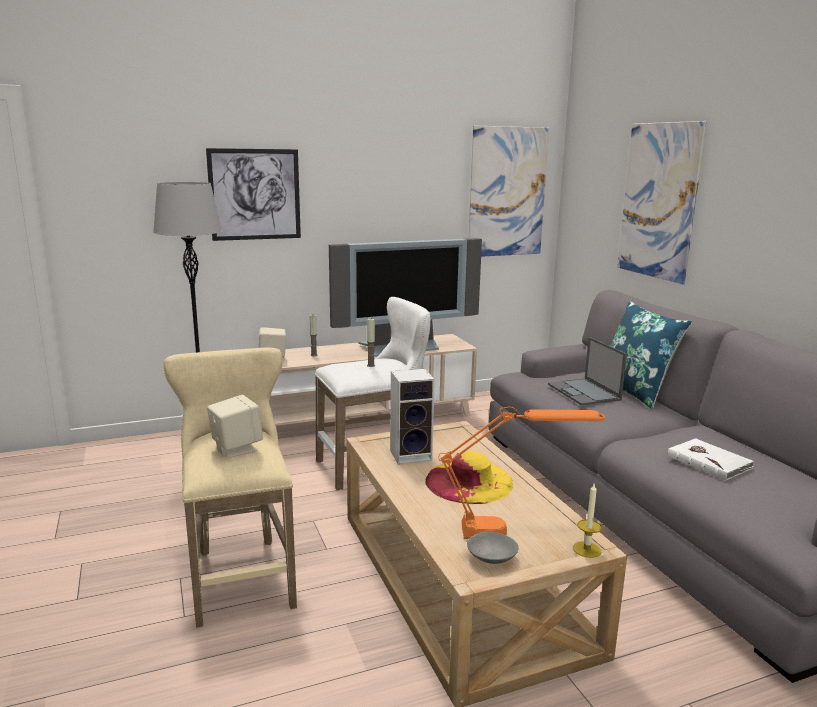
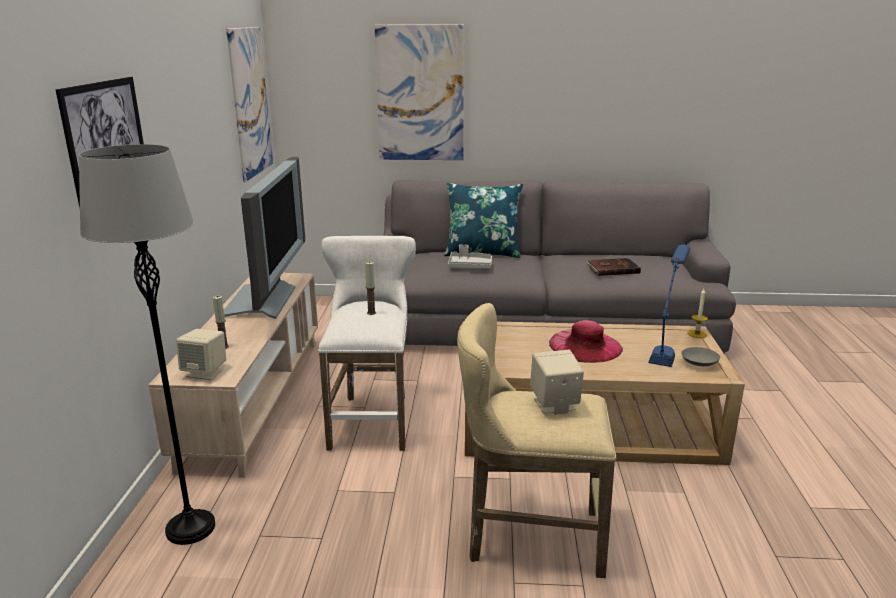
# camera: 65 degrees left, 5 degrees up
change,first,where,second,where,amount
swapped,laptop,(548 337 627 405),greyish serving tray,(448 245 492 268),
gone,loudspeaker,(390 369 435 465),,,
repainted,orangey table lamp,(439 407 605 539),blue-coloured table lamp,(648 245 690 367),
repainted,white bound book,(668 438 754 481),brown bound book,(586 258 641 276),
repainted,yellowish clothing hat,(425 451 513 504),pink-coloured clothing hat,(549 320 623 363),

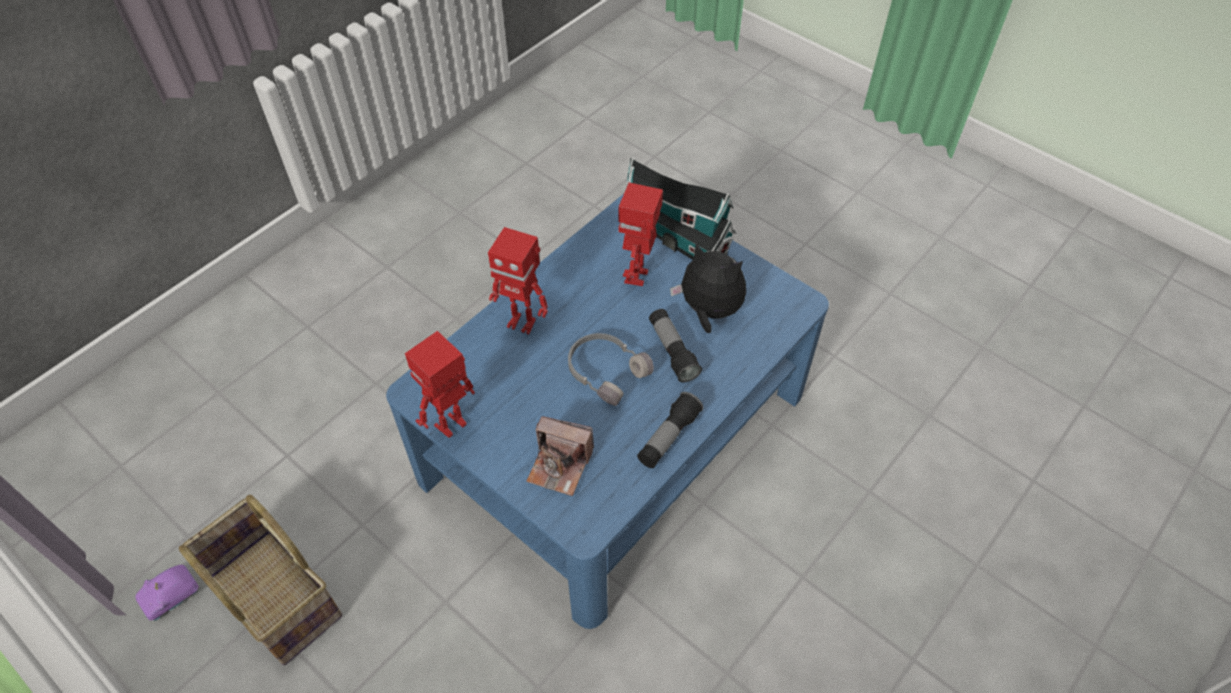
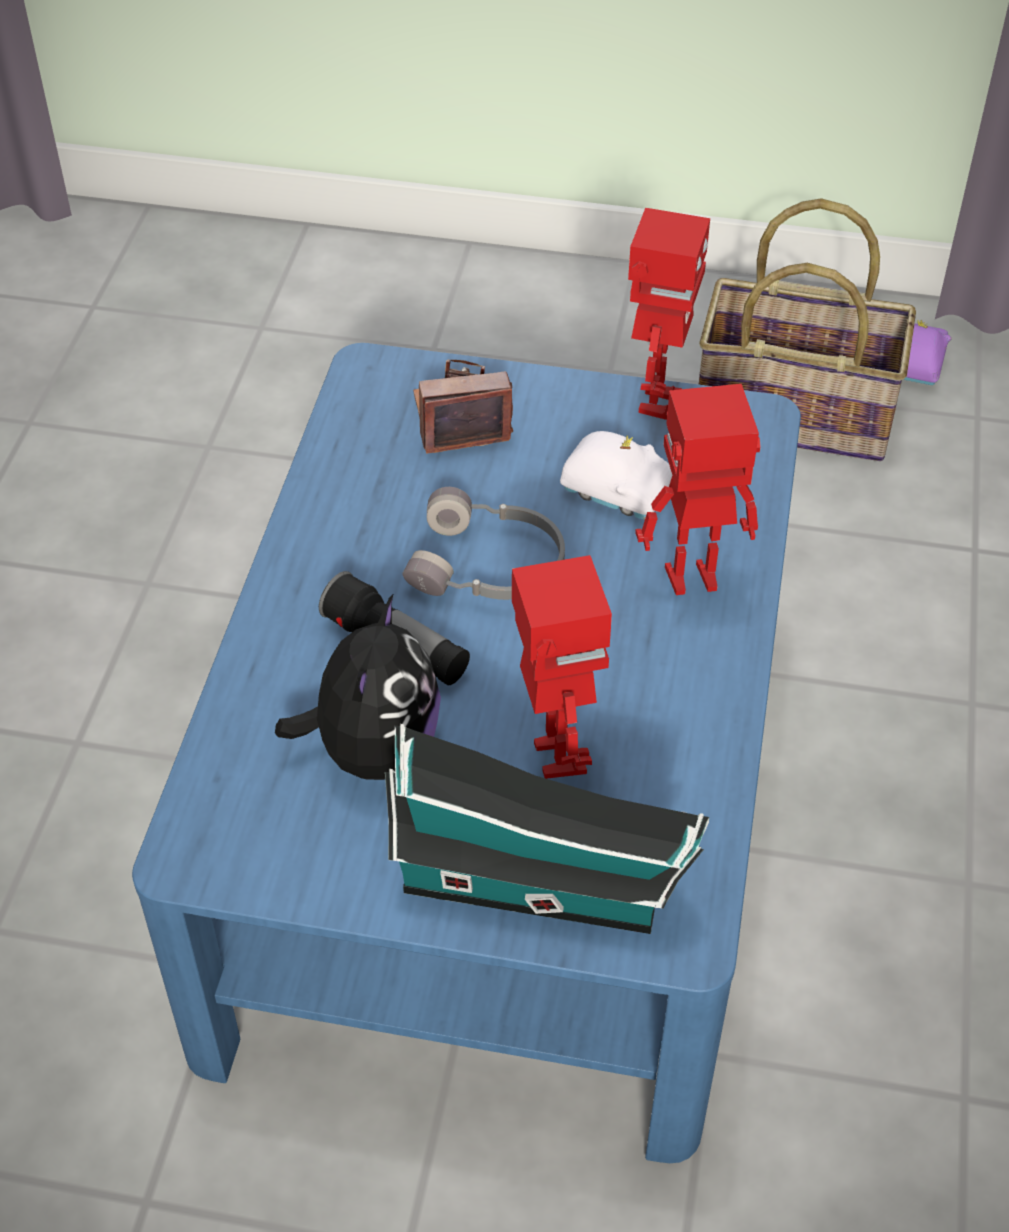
# camera: 150 degrees right, 5 degrees down
change,first,where,second,where,amount
rotated,soft toy,(670 243 746 333),,(275 594 441 780),75 degrees counterclockwise
gone,torch,(637 392 703 468),,,
new,,,white toy car,(560 431 672 520),

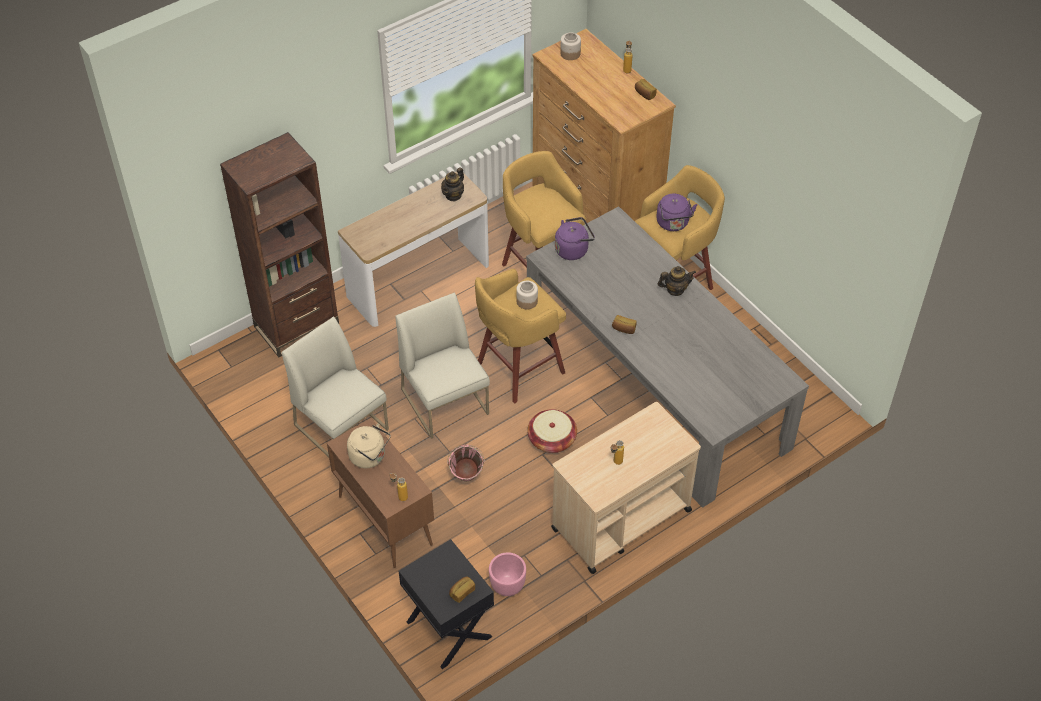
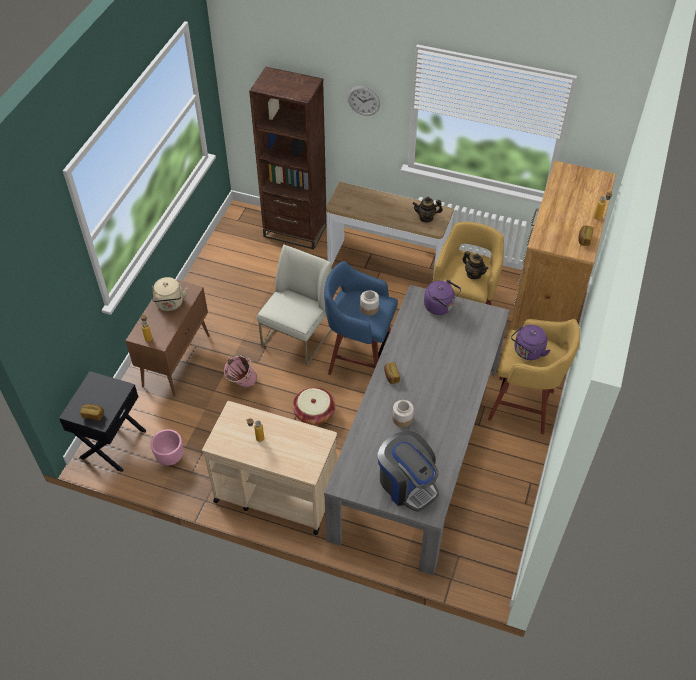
# camera: 55 degrees right, 0 degrees up
change,first,where,second,where,amount
shifted,storage jar,(560 32 581 60),,(392 400 414 427),
shifted,teapot,(658 266 696 296),,(462 251 489 279),
repainted,yellowish sitting stool,(475 269 566 404),blue-coloured sitting stool,(324 261 398 375),
gone,white chair,(282 316 389 457),,,
new,,,hanging clock,(347 86 380 116),
new,,,coffee maker,(378 431 439 512),

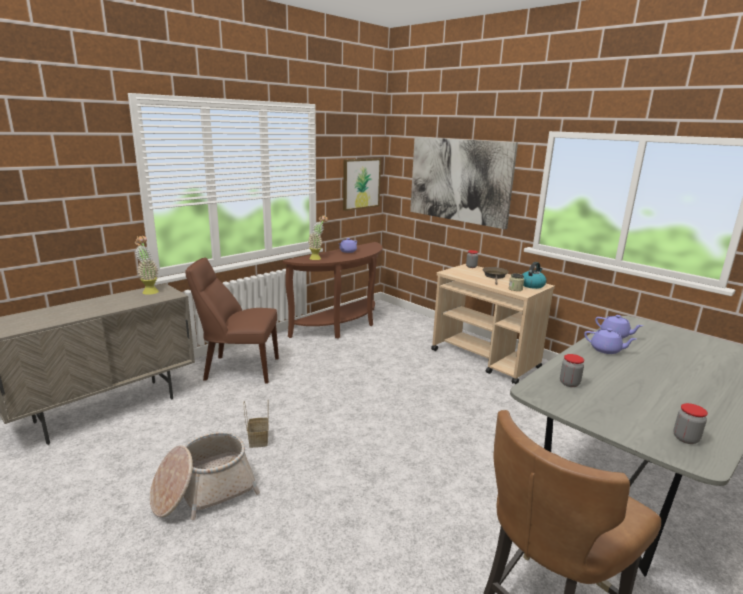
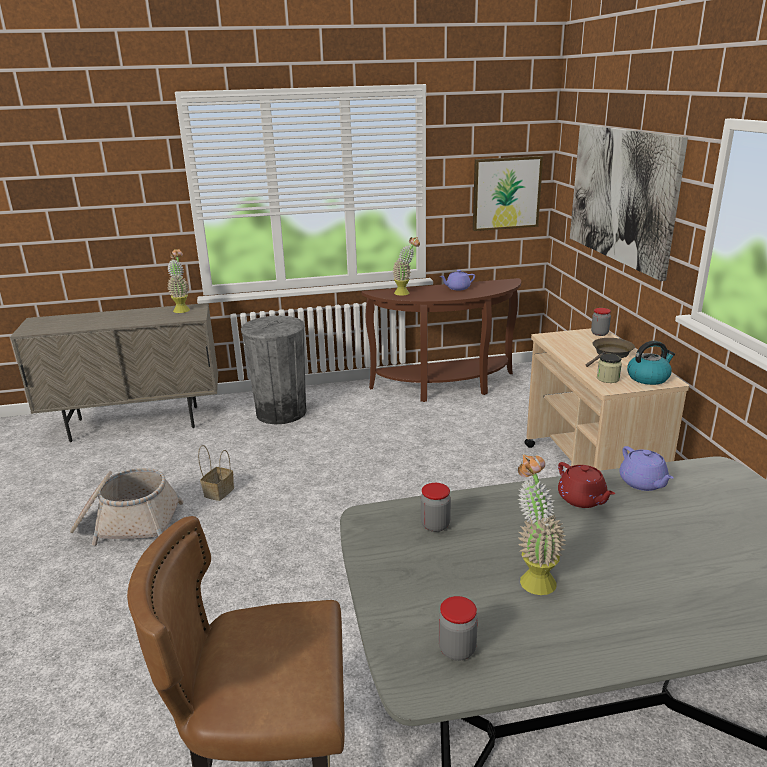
# camera: 35 degrees right, 5 degrees up
change,first,where,second,where,amount
swapped,brown chair,(185 258 279 384),greyish waste bin,(241 316 306 424),
repainted,purple-coloured teapot,(584 328 636 354),red teapot,(558 462 615 508),
new,,,houseplant,(518 454 566 595),

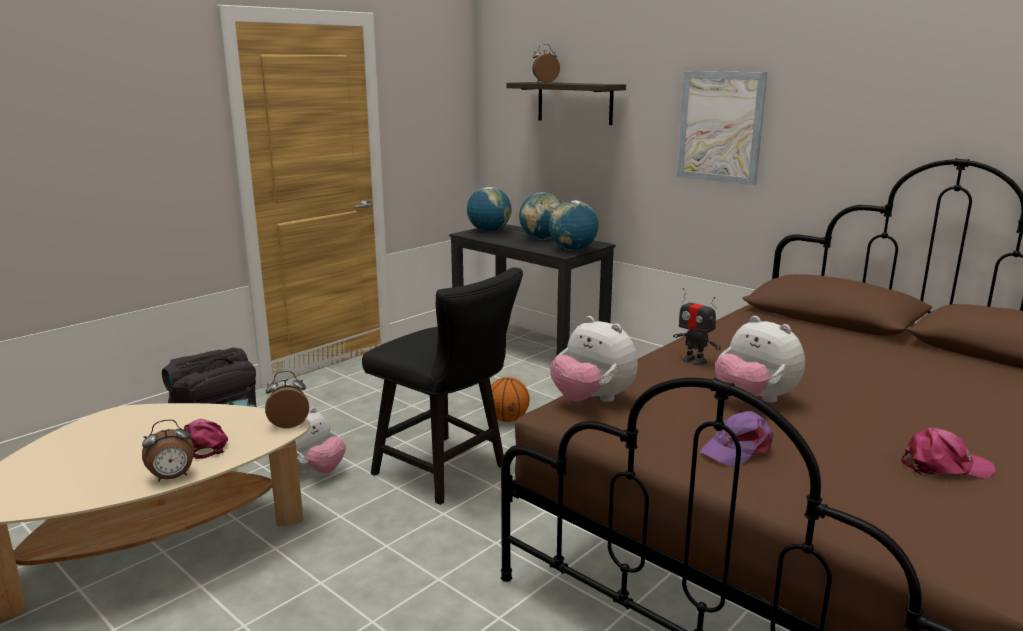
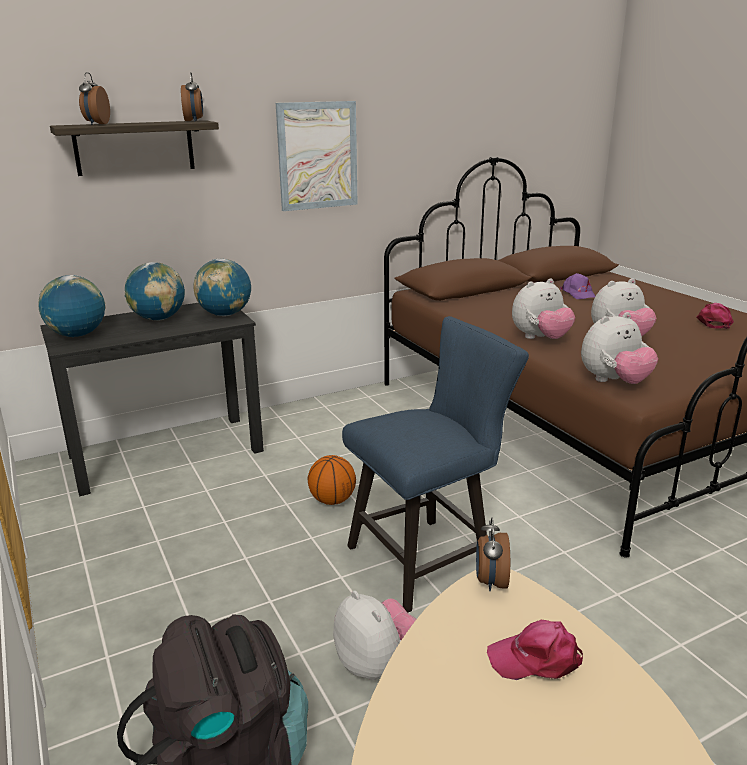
# camera: 70 degrees left, 5 degrees up
change,first,where,second,where,amount
repainted,black-coloured chair,(362 267 523 505),blue-coloured chair,(342 316 529 613),
swapped,model robot,(673 288 721 366),soft toy,(512 278 575 339),
shifted,purple-coloured baseball cap,(700 411 774 467),,(560 273 596 299),
shifted,alarm clock,(142 419 194 482),,(181 72 203 122),

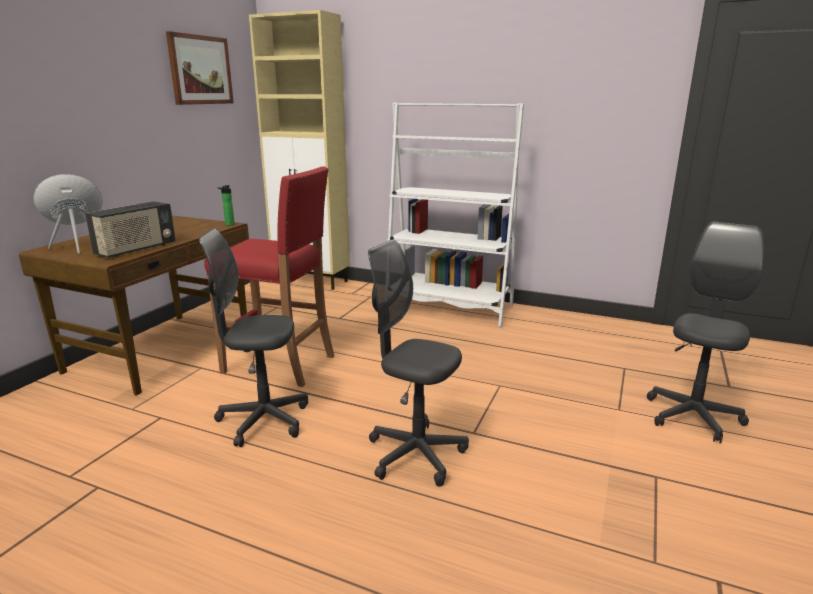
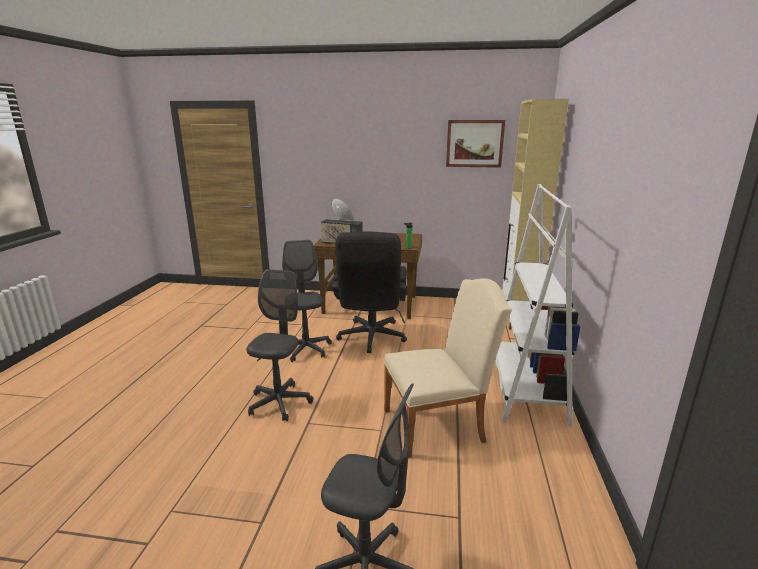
# camera: 75 degrees right, 0 degrees up
change,first,where,second,where,amount
swapped,red sitting stool,(204 166 334 387),black-coloured computer chair,(332 231 407 353),
new,,,beige-coloured chair,(384 278 512 458),

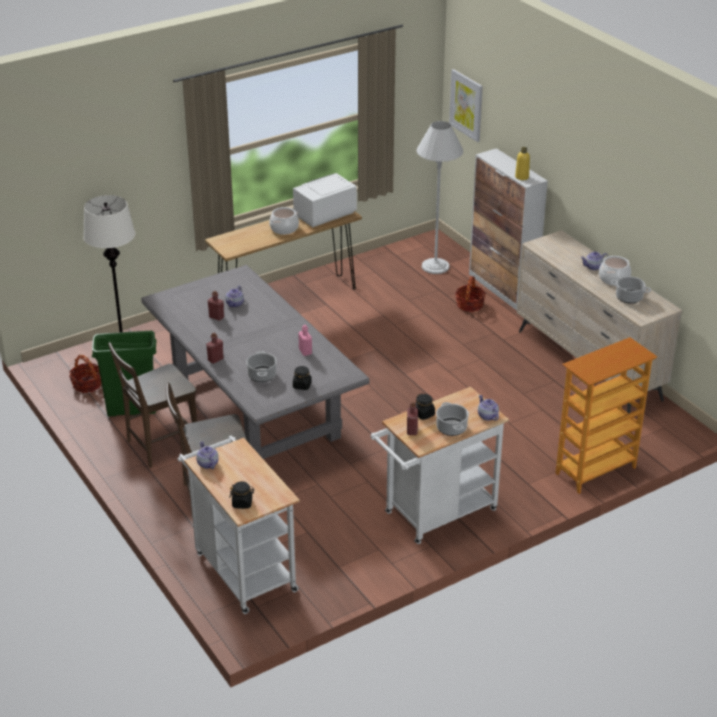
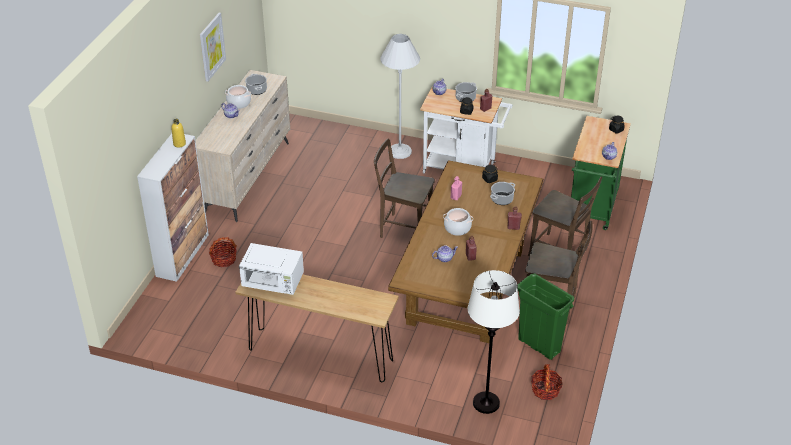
# camera: 130 degrees left, 5 degrees up
change,first,where,second,where,amount
shifted,wall picture,(449 69 483 142),,(200 13 226 82),
shifted,white floor lamp,(416 121 463 274),,(380 34 420 159),
shifted,stockpot,(269 207 299 235),,(443 208 473 236),
repainted,greyish dining table,(141 265 369 459),brown dining table,(388 160 543 343),
gone,bookcase,(555 337 657 494),,,
repainted,white cart,(178 436 300 614),green-coloured cart,(571 116 631 230),
new,,,brown chair,(374 139 435 238),

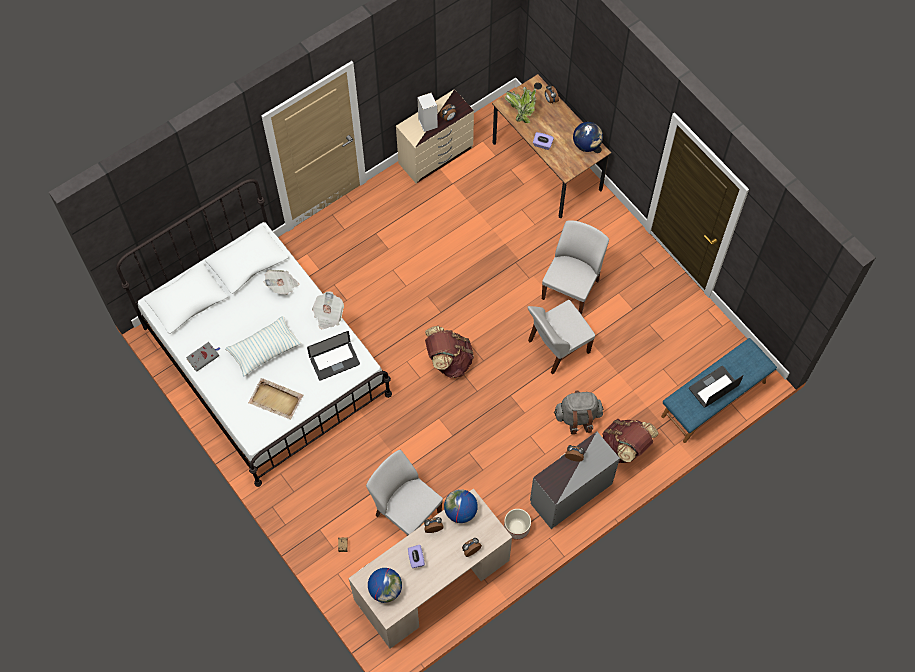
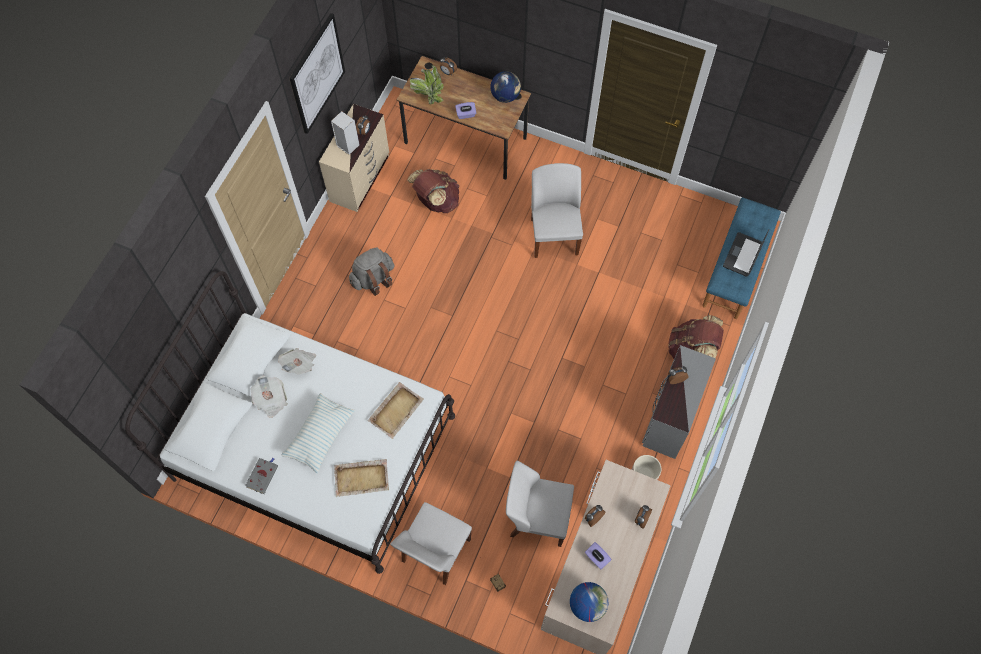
# camera: 30 degrees left, 0 degrees up
change,first,where,second,where,amount
shifted,printed paper,(312 291 344 329),,(250 376 288 418),
shifted,white chair,(527 300 595 374),,(390 502 472 585),
shifted,brown knapsack,(425 326 474 378),,(407 169 459 213),
swapped,laptop,(307 331 360 381),beige-coloured serving tray,(368 382 424 439),
shifted,greyish knapsack,(554 390 603 434),,(349 247 394 296),
gone,world globe,(444 489 478 523),,,
new,,,wall picture,(289 13 345 134),

